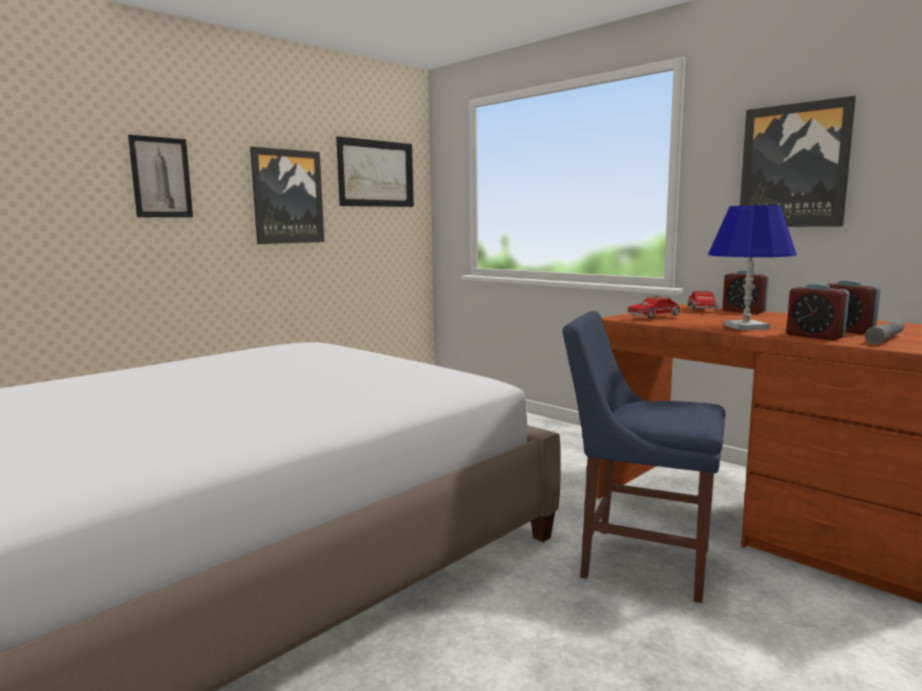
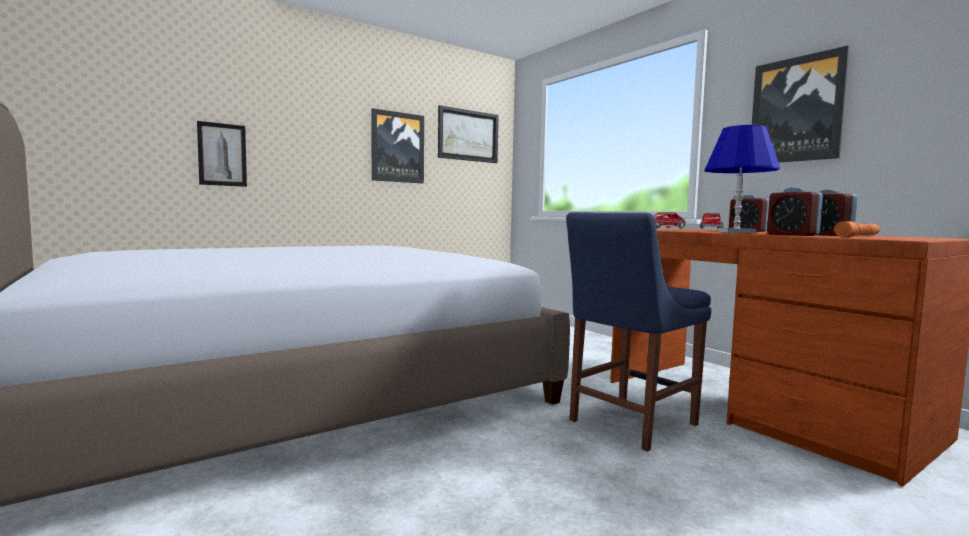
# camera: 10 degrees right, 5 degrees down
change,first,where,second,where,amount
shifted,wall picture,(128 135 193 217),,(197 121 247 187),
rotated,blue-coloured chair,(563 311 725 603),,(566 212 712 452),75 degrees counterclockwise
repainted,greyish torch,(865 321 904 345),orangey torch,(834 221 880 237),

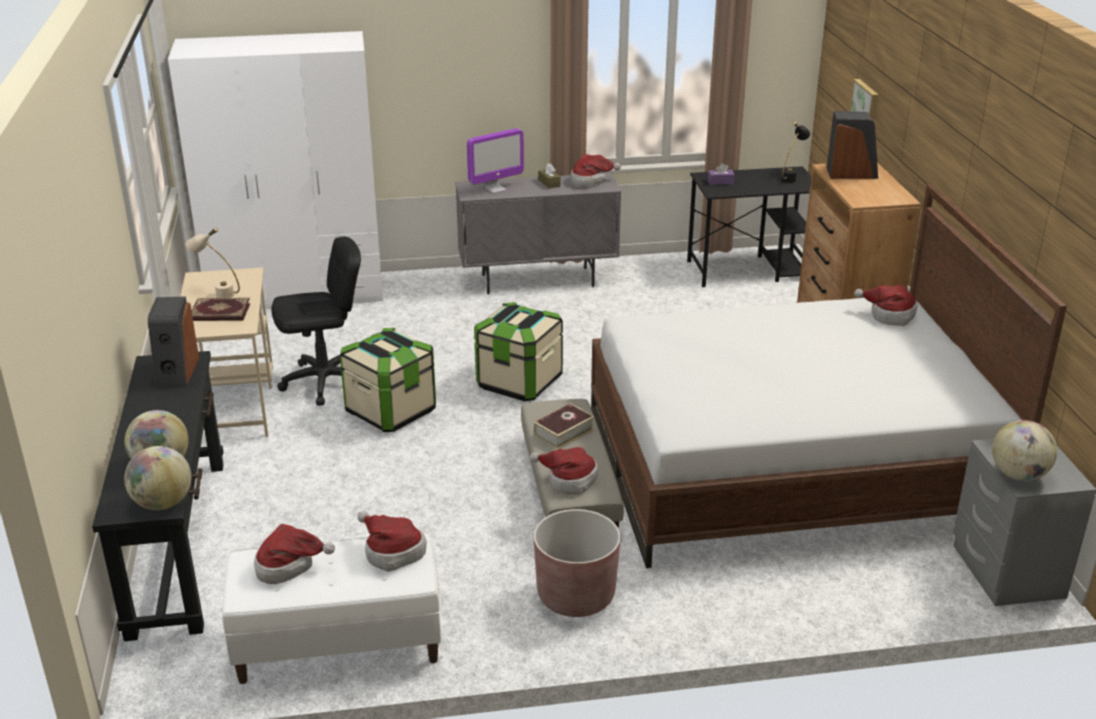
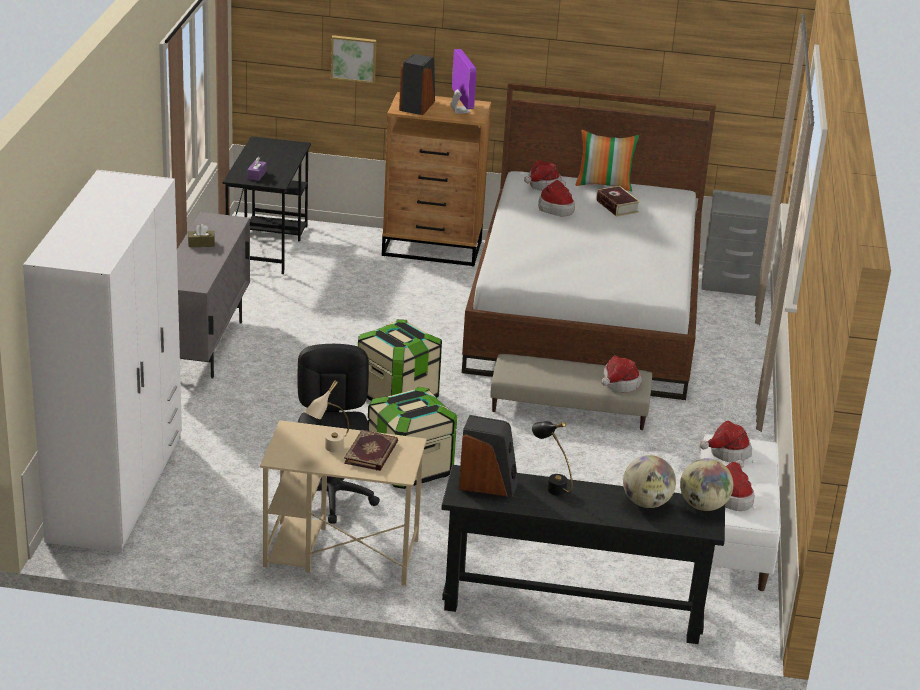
# camera: 75 degrees left, 0 degrees up
change,first,where,second,where,amount
shifted,black-coloured table lamp,(781 121 811 183),,(532 421 572 496),
shifted,computer screen,(467 128 524 194),,(451 49 476 114),
shifted,clothing hat,(571 154 621 188),,(538 180 575 216),
shifted,bound book,(533 403 595 450),,(596 186 640 217),
gone,world globe,(992 420 1057 481),,,
gone,brown planter,(534 509 621 617),,,
new,,,cushion,(575 130 639 191),

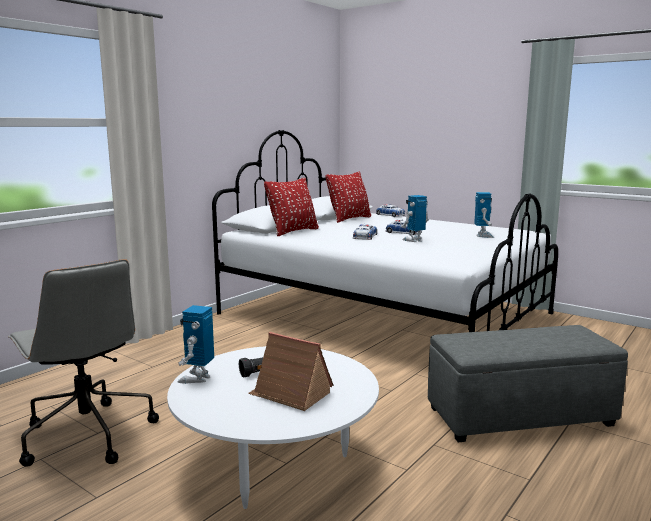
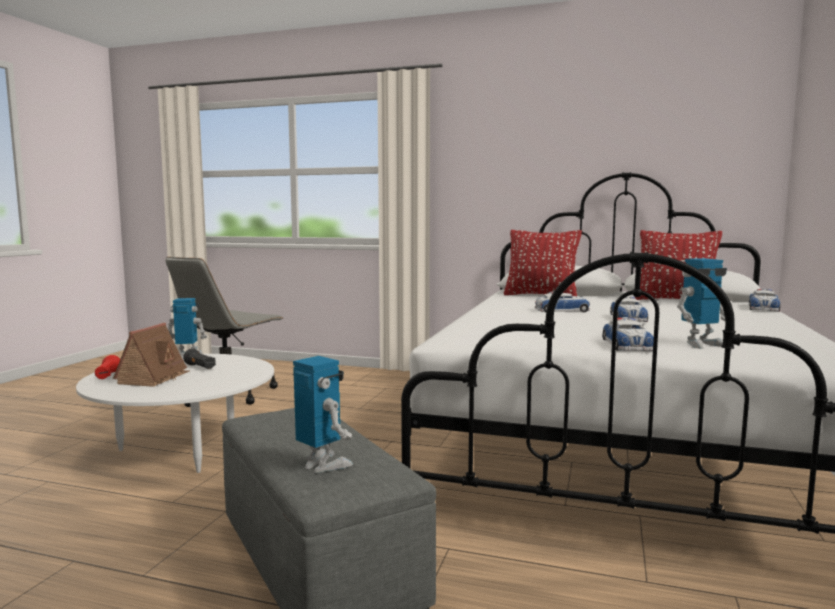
# camera: 70 degrees right, 5 degrees down
change,first,where,second,where,amount
shifted,model robot,(401 195 429 242),,(293 356 353 473),
new,,,toy car,(602 317 654 351),
new,,,red torch,(95 355 120 379),

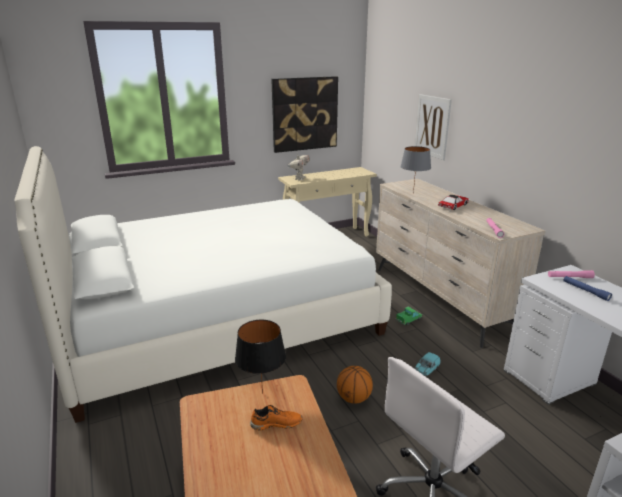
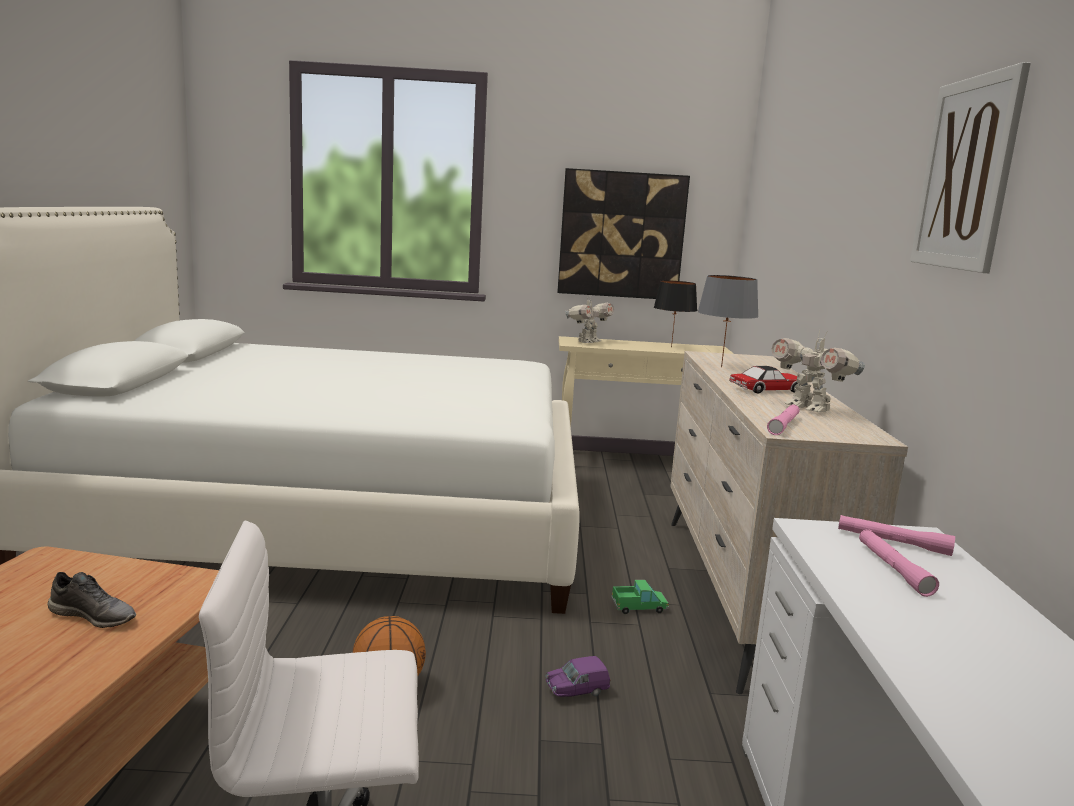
# camera: 25 degrees right, 10 degrees down
change,first,where,second,where,amount
shifted,wall picture,(414 94 452 160),,(910 62 1031 273),
repainted,blue-coloured torch,(563 276 612 301),pink-coloured torch,(859 529 939 597),
shifted,black-coloured table lamp,(235 320 286 394),,(654 280 697 348),
repainted,blue-green toy car,(415 352 441 376),purple-coloured toy car,(546 656 610 697),
repainted,orangey item of footwear,(250 405 302 430),greyish item of footwear,(48 572 136 628),
new,,,model robot,(771 330 865 412),

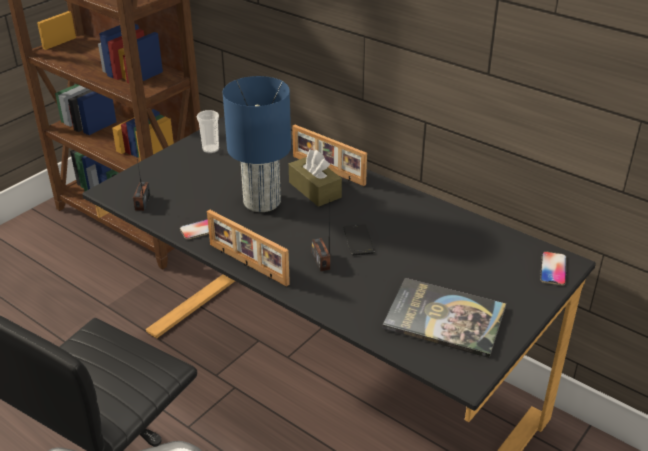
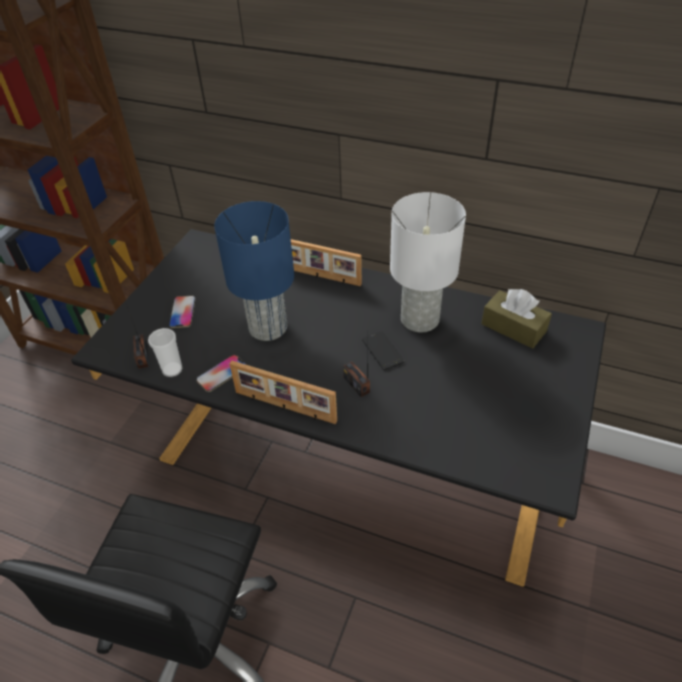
# camera: 15 degrees left, 10 degrees up
change,first,where,second,where,amount
shifted,drinking cup,(197 110 219 153),,(148 328 182 377),
shifted,brown tissue holder,(289 150 342 207),,(481 289 552 349),
shifted,phone,(540 252 567 285),,(169 296 196 328),
gone,bound book,(382 278 506 358),,,
new,,,white table lamp,(390 192 466 333),

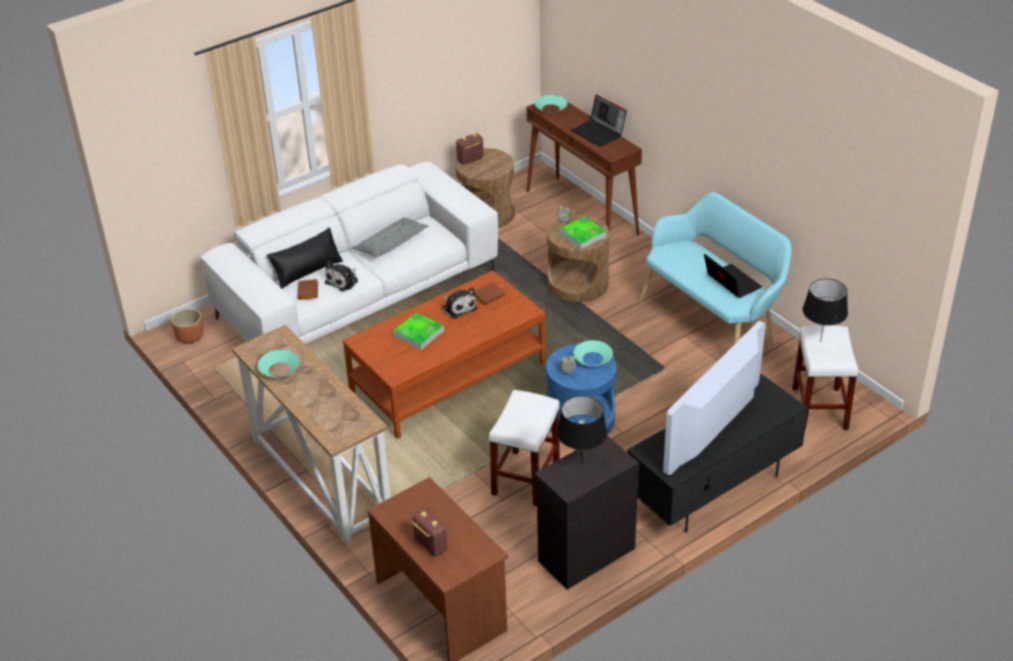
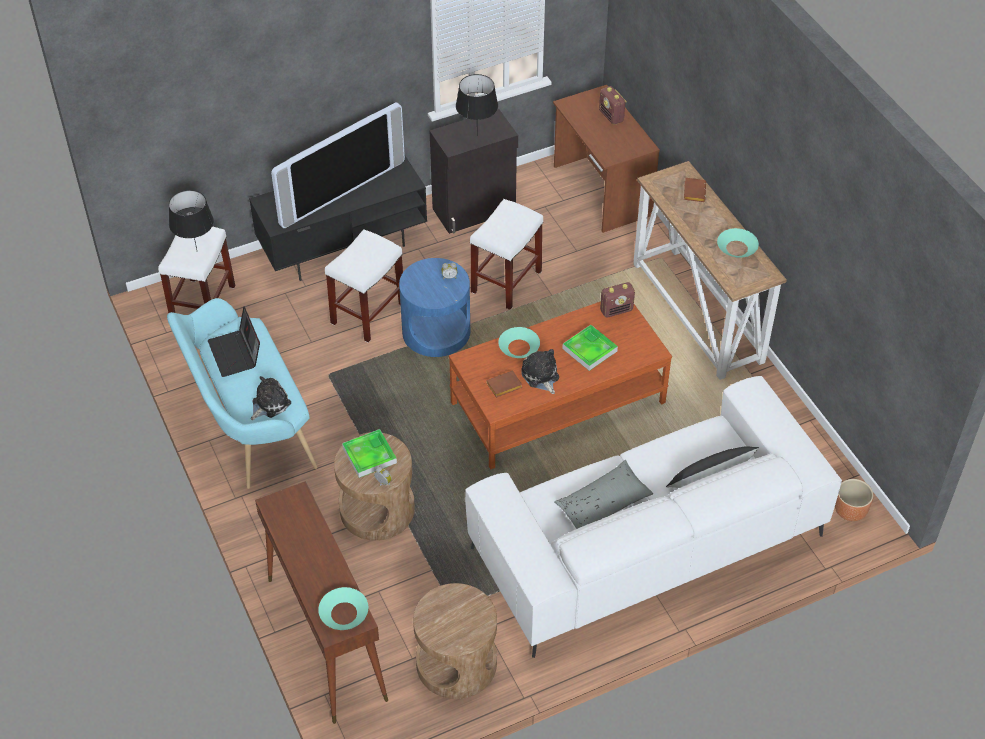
# camera: 170 degrees left, 10 degrees up
change,first,where,second,where,amount
gone,laptop,(571 95 627 147),,,
shifted,radio receiver,(456 133 483 165),,(600 282 635 317),
shifted,soft toy,(325 261 358 291),,(251 376 291 420),
shifted,brown bound book,(298 279 318 300),,(684 178 706 202),
shifted,blue-green serving bowl,(573 340 613 366),,(498 327 540 358),
new,,,white sitting stool,(325 229 403 343),

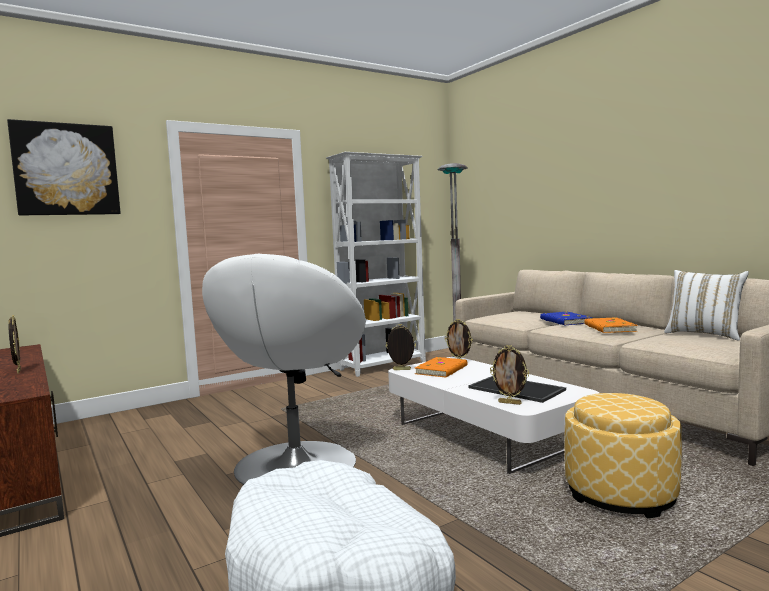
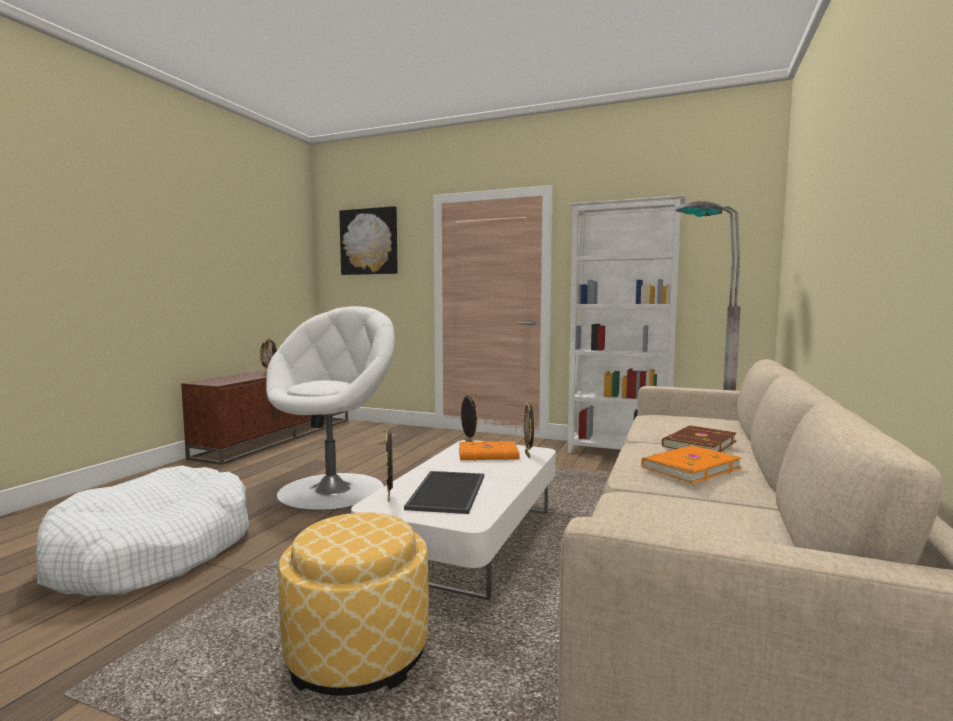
# camera: 55 degrees right, 0 degrees up
change,first,where,second,where,amount
rotated,white easy chair,(202 254 366 485),,(266 306 395 510),135 degrees clockwise
gone,white cushion,(664 270 749 341),,,
repainted,blue-coloured bound book,(540 311 592 325),brown bound book,(662 426 737 452),

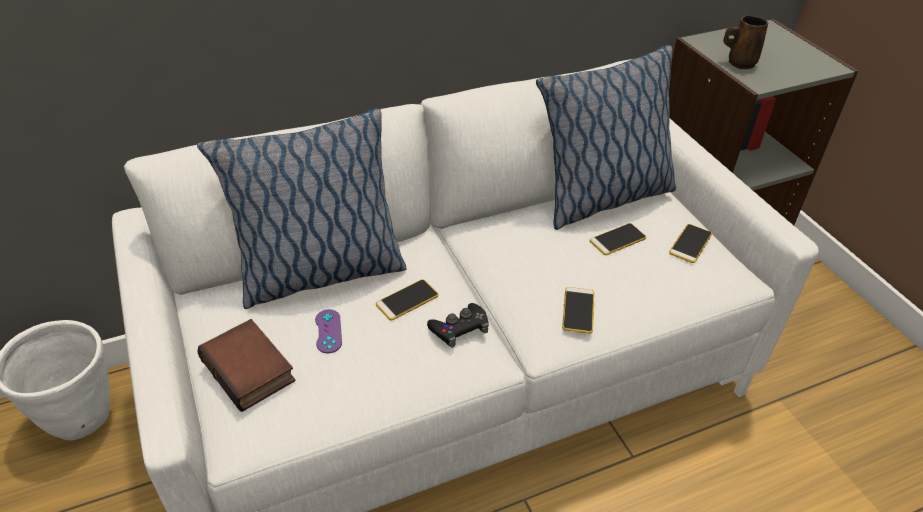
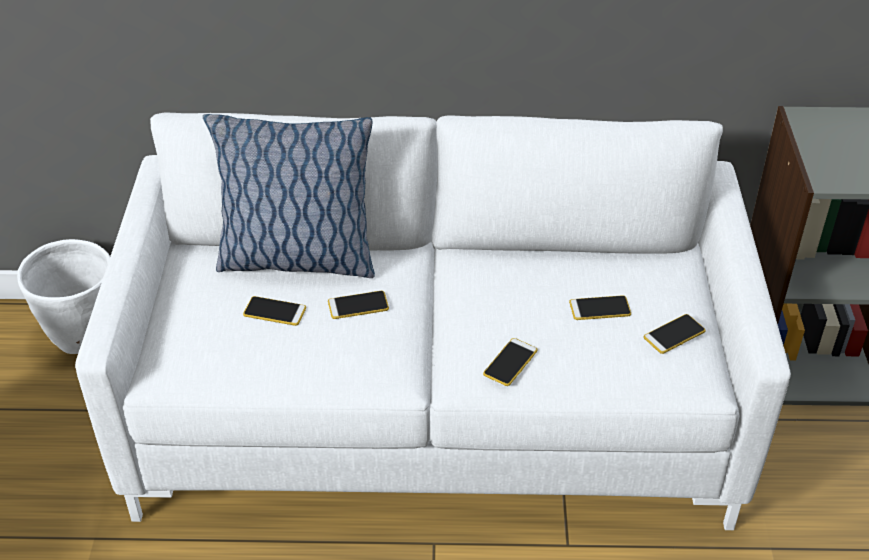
# camera: 25 degrees right, 0 degrees up
change,first,where,second,where,amount
gone,brown coffee mug,(723 16 768 69),,,
gone,cushion,(536 45 676 230),,,
gone,black-coloured game controller,(427 303 489 348),,,
swapped,purple-coloured game controller,(315 309 342 353),phone,(243 296 306 326),
gone,bound book,(197 319 295 412),,,

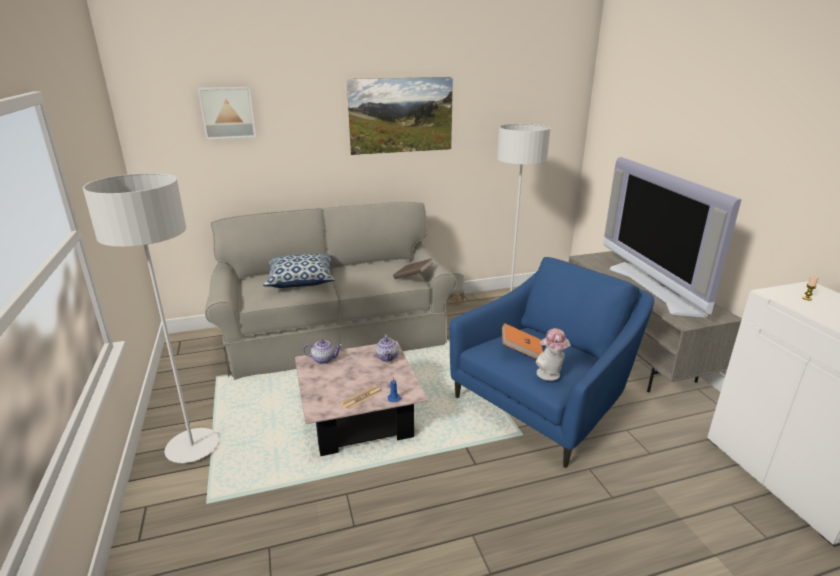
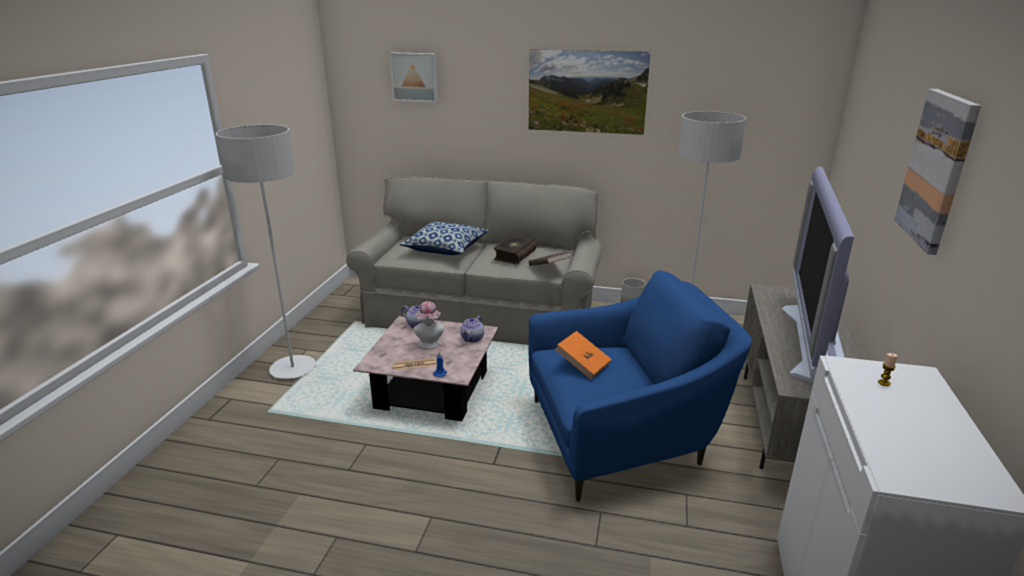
# camera: 30 degrees right, 0 degrees up
change,first,where,second,where,amount
shifted,clothing hat,(536 328 571 381),,(414 301 444 349),
new,,,wall picture,(894 89 981 255),
new,,,bound book,(493 235 537 265),

